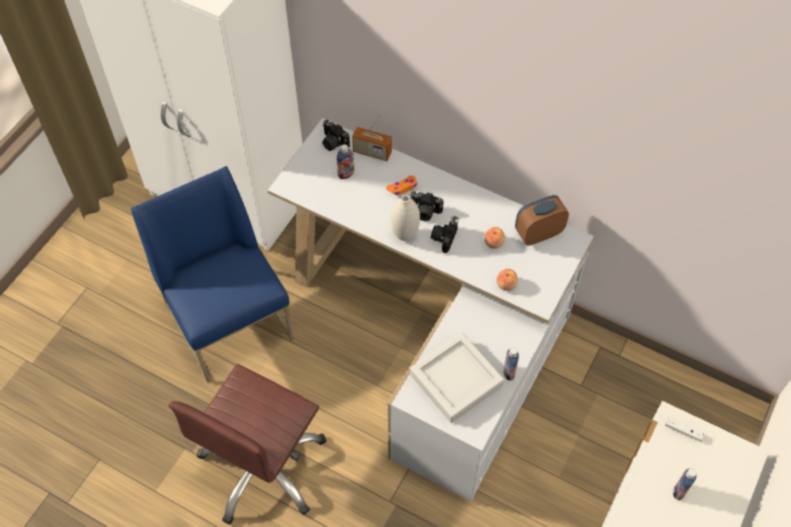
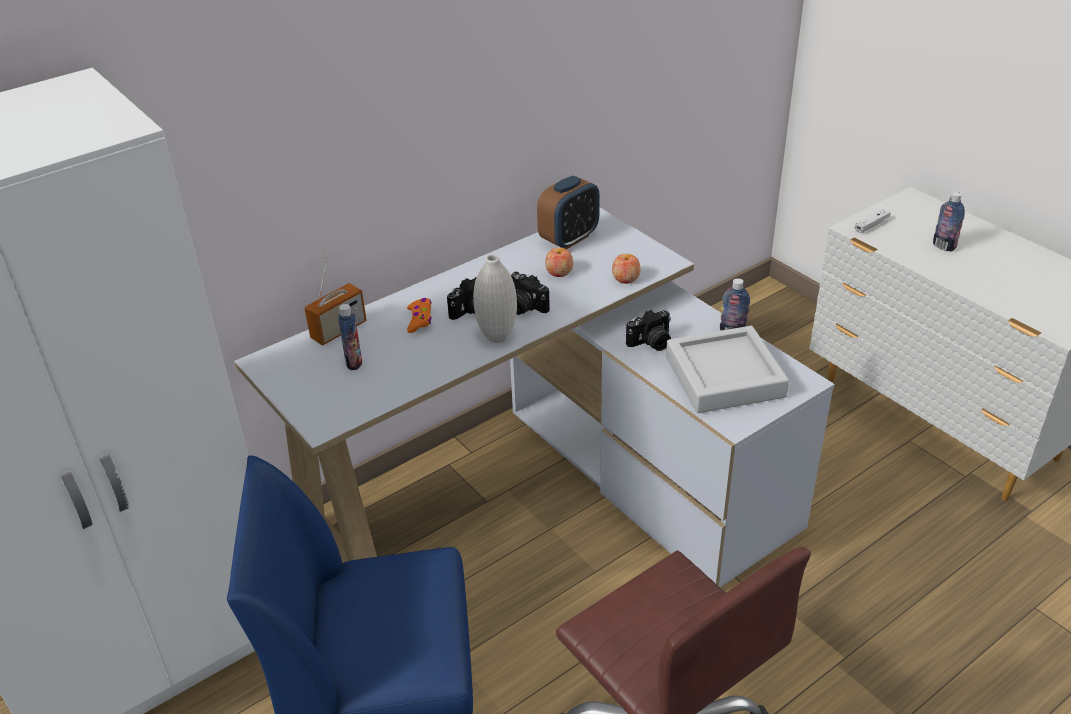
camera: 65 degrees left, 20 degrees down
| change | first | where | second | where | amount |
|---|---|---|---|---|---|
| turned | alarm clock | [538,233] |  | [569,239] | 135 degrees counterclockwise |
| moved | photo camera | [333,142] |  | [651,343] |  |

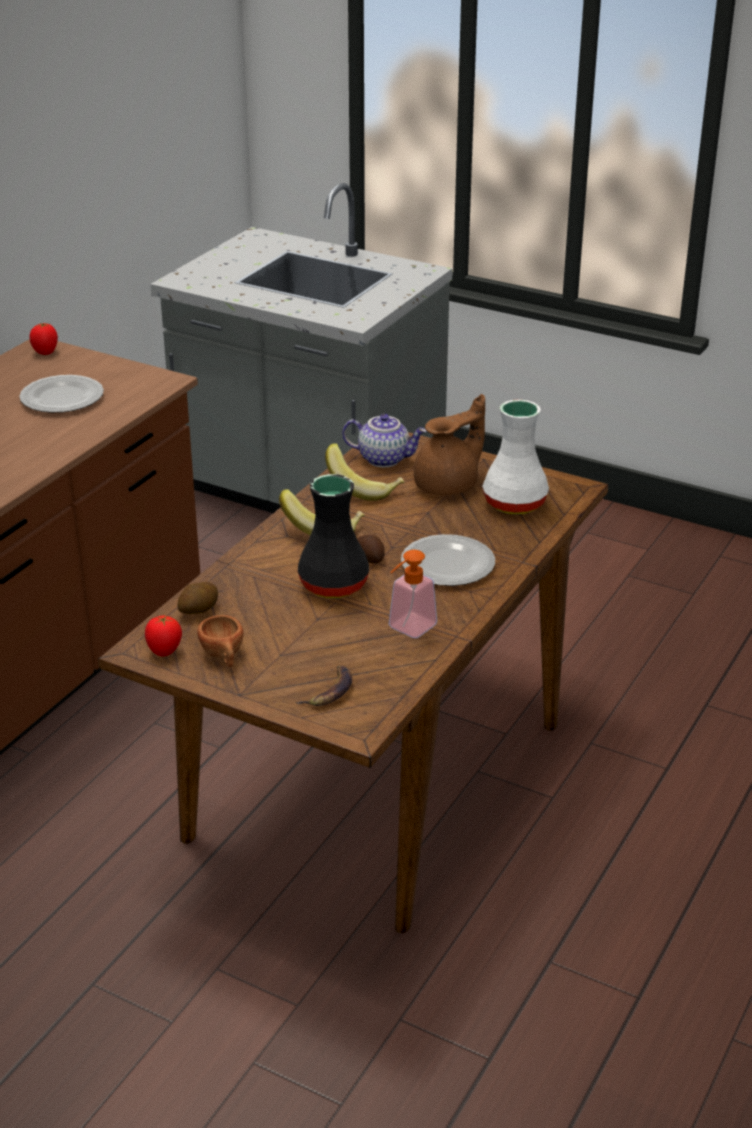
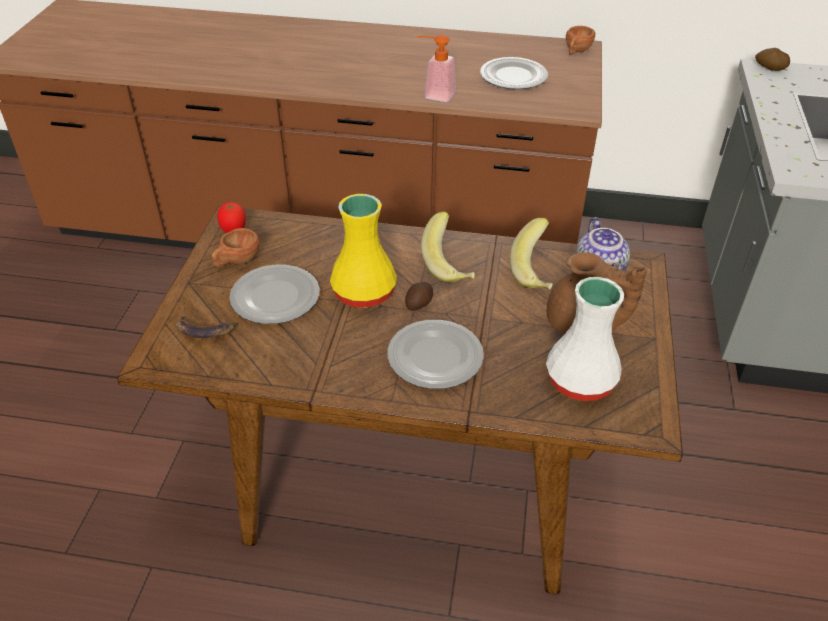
camera: 70 degrees right, 10 degrees up
| change | first | where | second | where | amount |
|---|---|---|---|---|---|
| added |  |  | plate | [276,296] |  |
| recoloured | vase/black | [333,584] | vase/yellow | [365,292] |  |
| moved | soap dispenser | [407,630] |  | [434,94] |  |
| replaced | tomato | [46,353] | cup/brown | [576,51] |  |
| moved | potato | [198,610] |  | [769,68] |  |

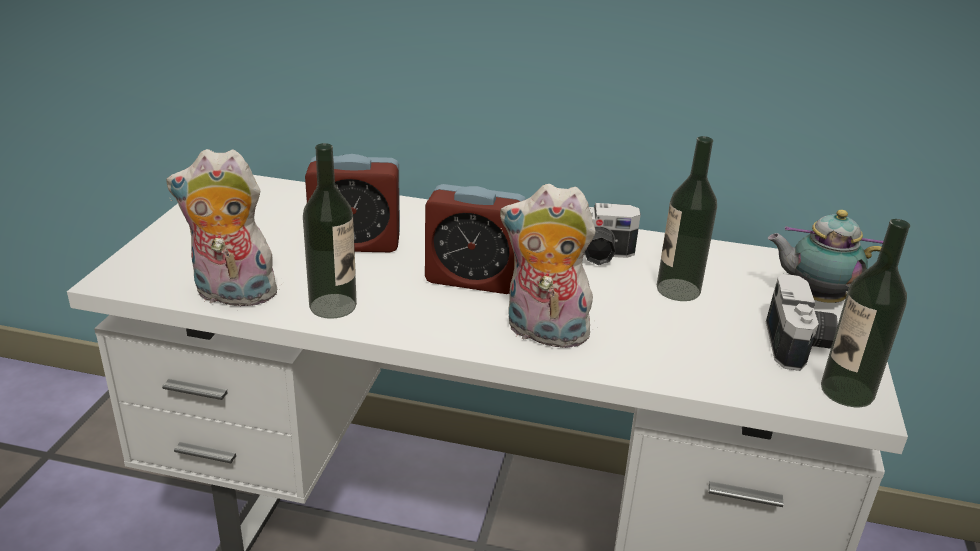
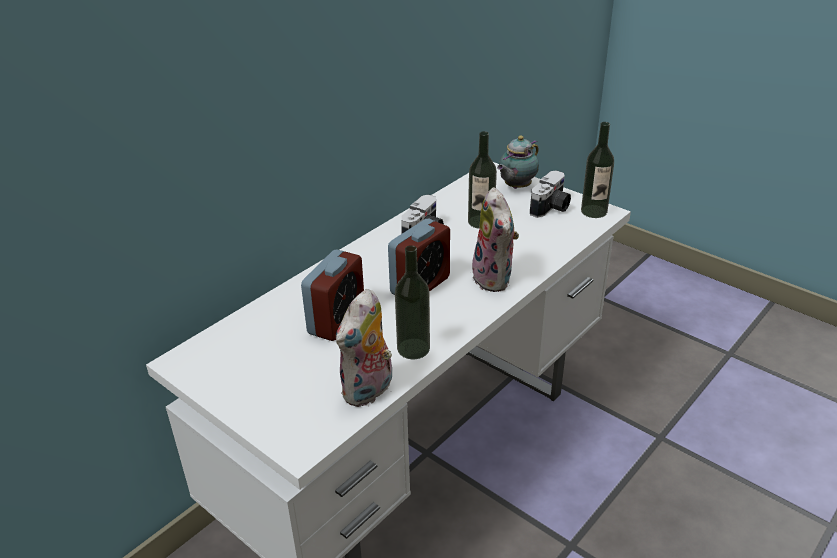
camera: 60 degrees left, 5 degrees up
| change | first | where | second | where | amount |
|---|---|---|---|---|---|
| turned | plush toy | [543,334] |  | [495,279] | 60 degrees counterclockwise |
| turned | photo camera | [798,344] |  | [551,208] | 90 degrees clockwise |

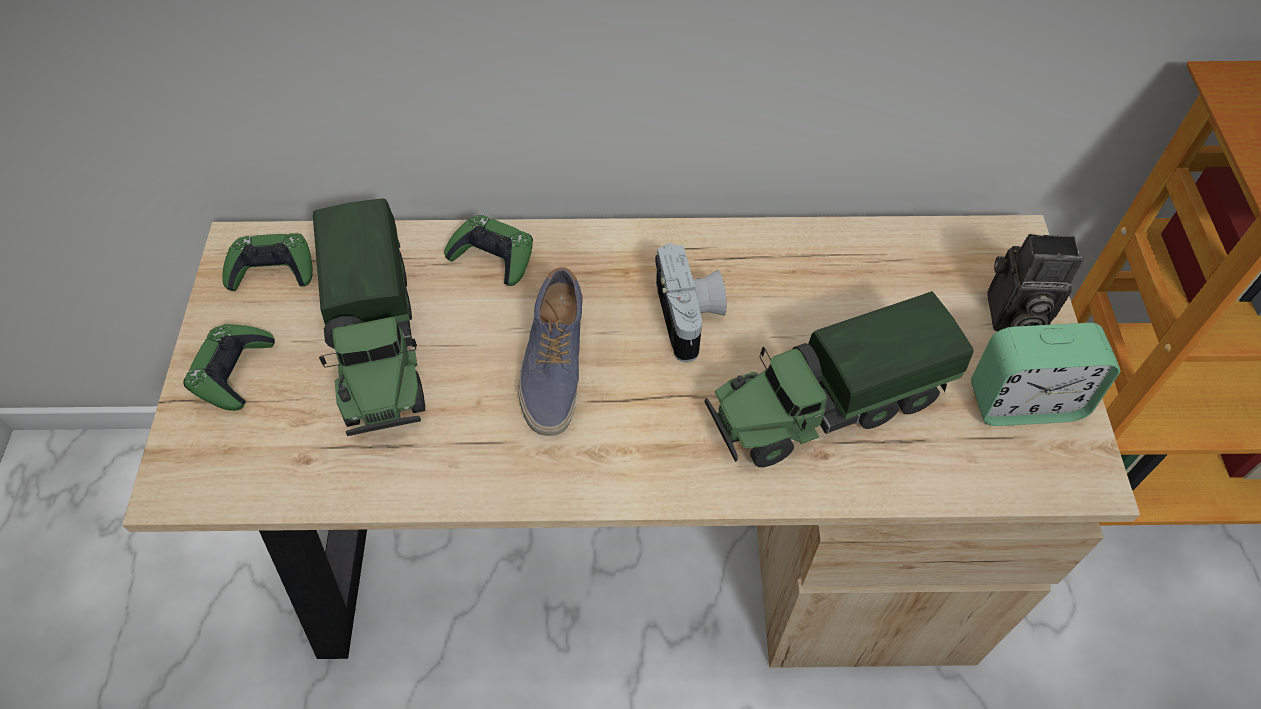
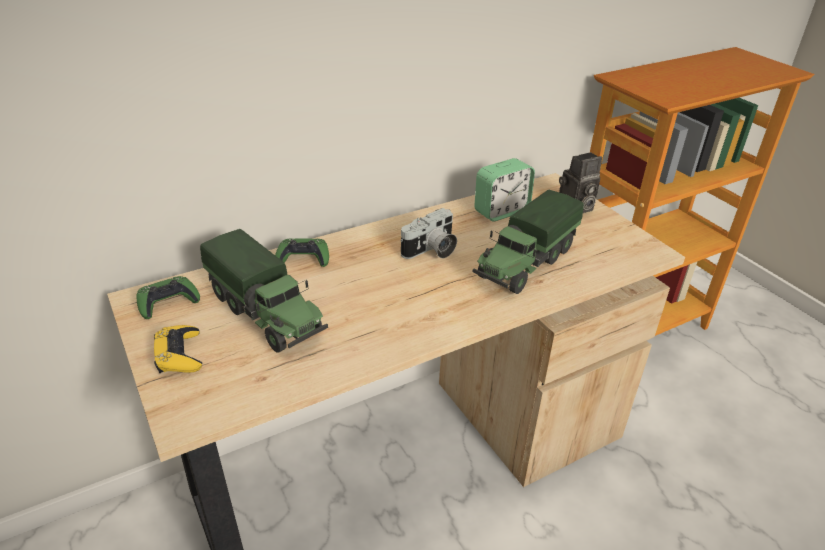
camera: 30 degrees left, 20 degrees down
| change | first | where | second | where | amount |
|---|---|---|---|---|---|
| recoloured | game controller/green | [233,371] | game controller/yellow | [179,355] |  |
| turned | photo camera | [691,317] |  | [431,251] | 90 degrees clockwise |
| moved | alarm clock | [1024,402] |  | [501,211] |  |
| removed | shoe | [553,365] |  |  |  |

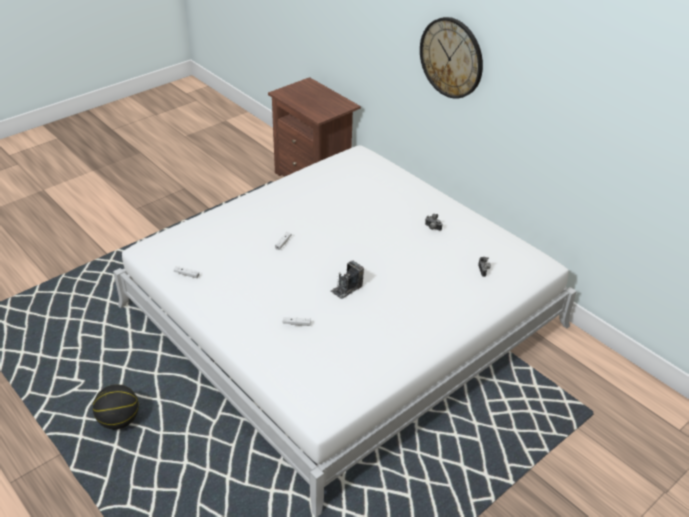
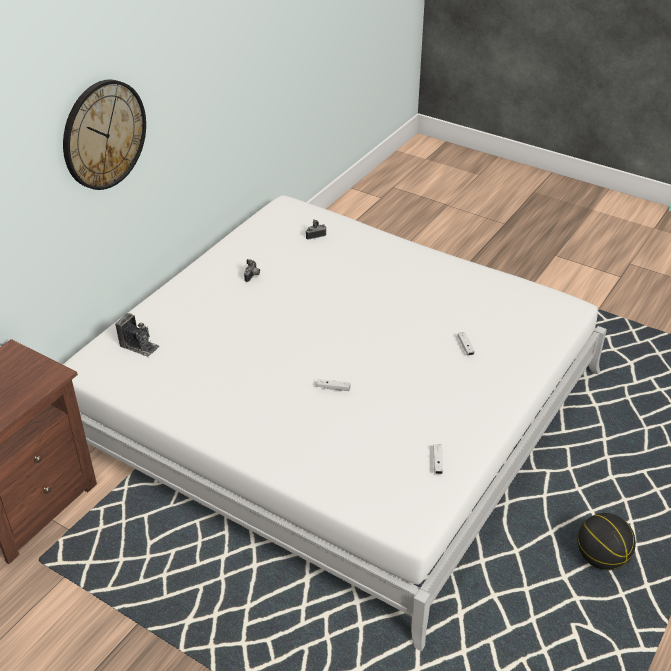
camera: 105 degrees left, 0 degrees up
| change | first | where | second | where | amount |
|---|---|---|---|---|---|
| moved | photo camera | [346,288] |  | [139,346] |  |

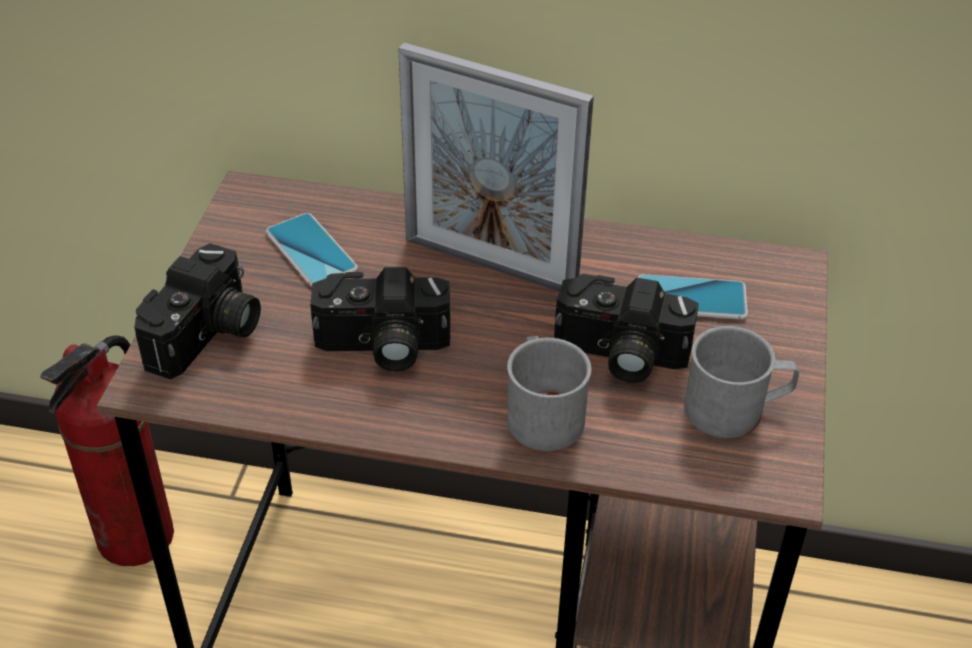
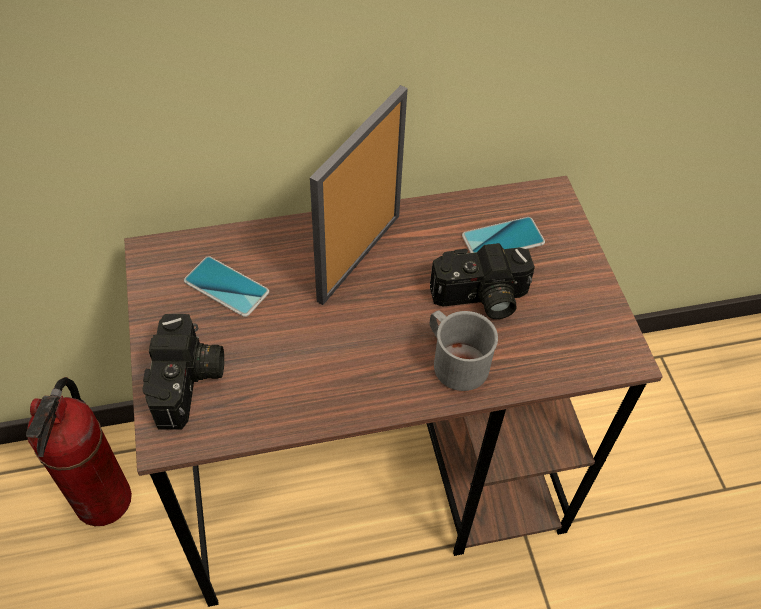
camera: 25 degrees left, 10 degrees up
| change | first | where | second | where | amount |
|---|---|---|---|---|---|
| turned | picture frame | [490,265] |  | [359,257] | 120 degrees clockwise |
| removed | photo camera | [382,347] |  |  |  |
| removed | mug/grey | [736,409] |  |  |  |

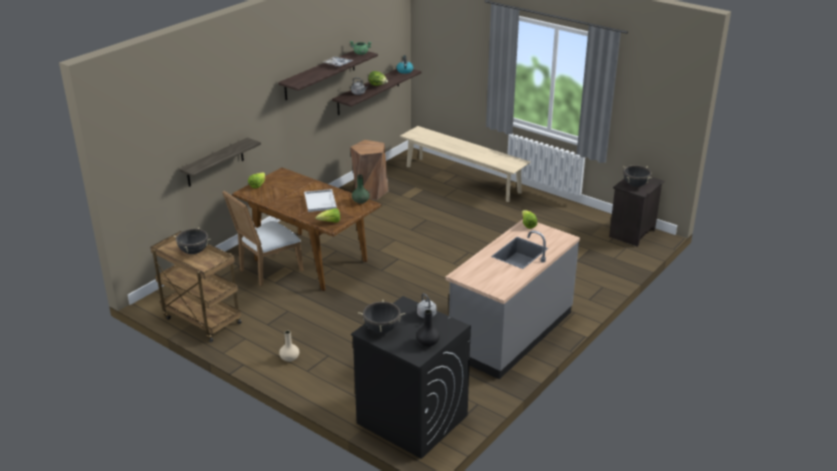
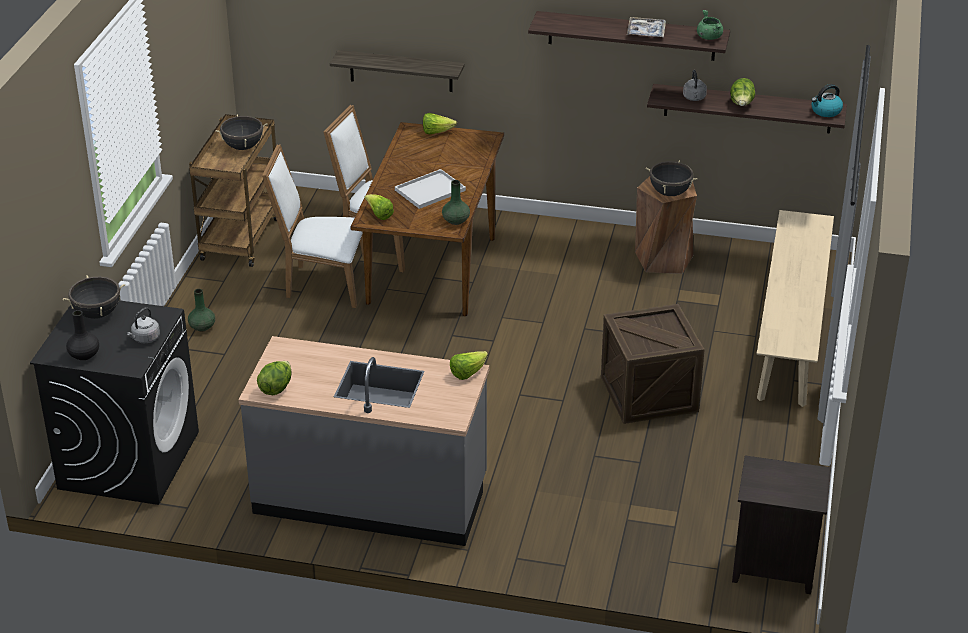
camera: 65 degrees right, 5 degrees up
| change | first | where | second | where | amount |
|---|---|---|---|---|---|
| recoloured | vase/beige | [289,358] | vase/green | [202,326] |  |
| added |  |  | lettuce | [276,388] |  |
| added |  |  | chair/white | [322,283] |  |
| added |  |  | crate | [649,394] |  |
| moved | cooking pot/black | [635,185] |  | [670,193] |  |

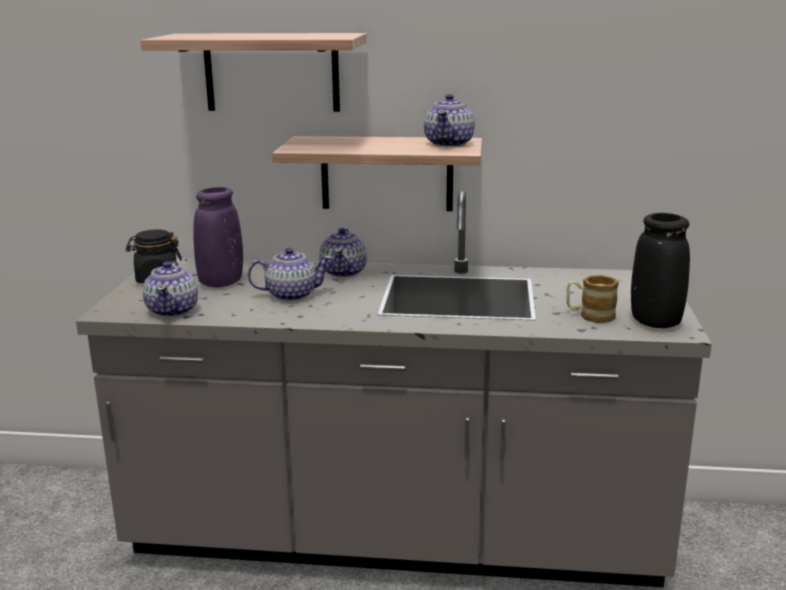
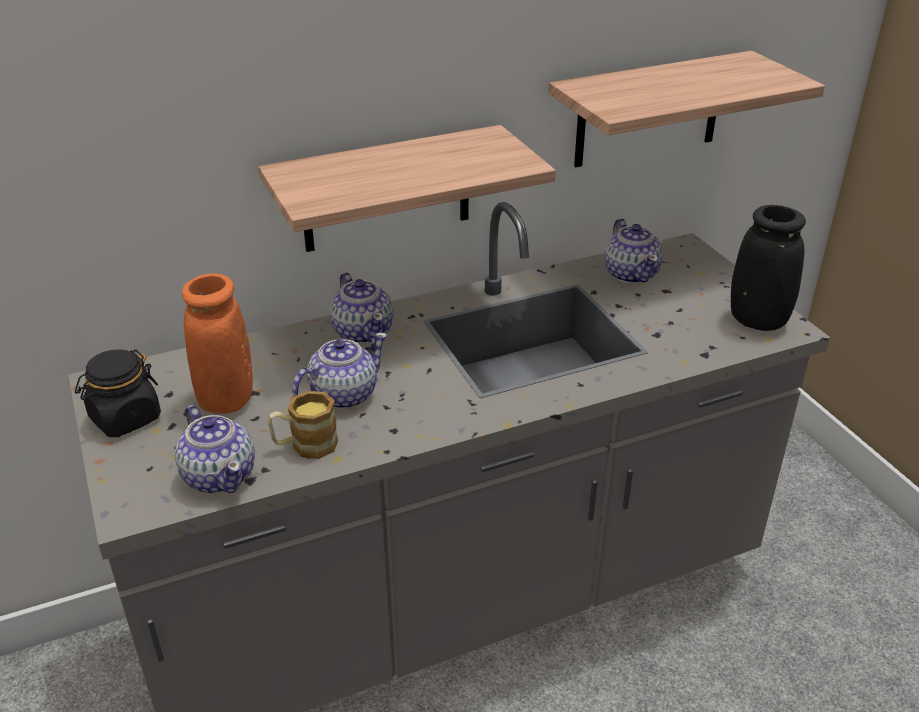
camera: 30 degrees left, 15 degrees up
| change | first | where | second | where | amount |
|---|---|---|---|---|---|
| recoloured | vase/purple | [221,283] | vase/orange | [226,399] |  |
| moved | mug | [590,315] |  | [305,445] |  |
| moved | shelf | [271,72] |  | [649,110] |  |
| moved | teapot | [449,144] |  | [631,274] |  |

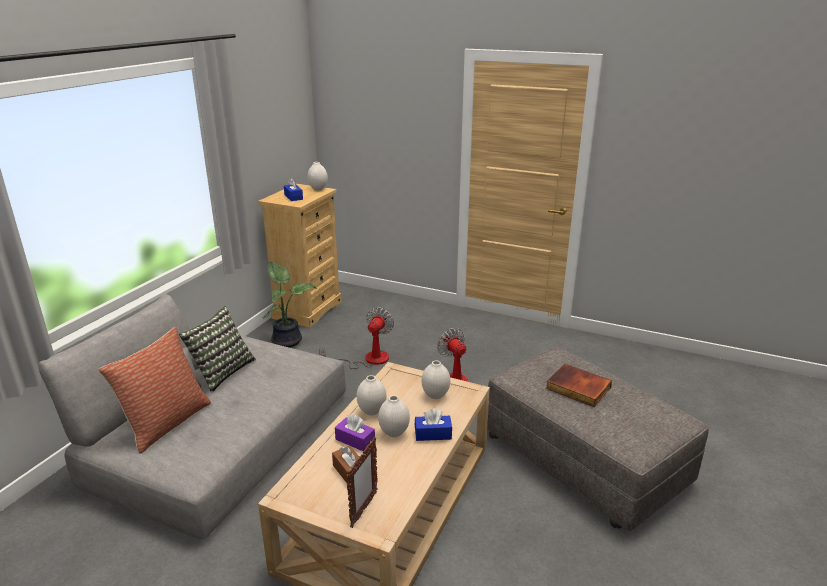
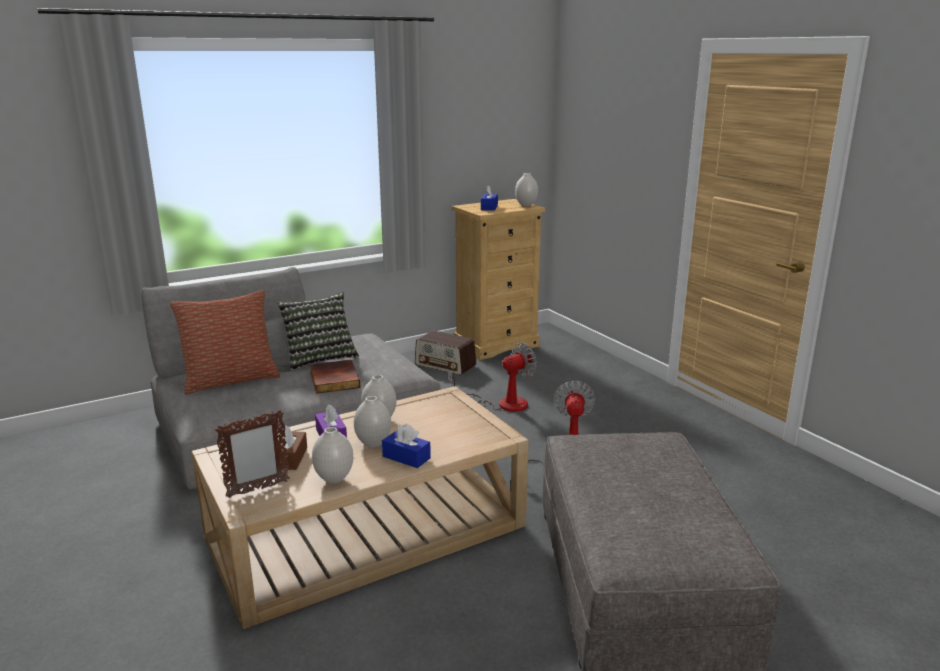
camera: 35 degrees right, 5 degrees down
| change | first | where | second | where | amount |
|---|---|---|---|---|---|
| moved | book | [577,388] |  | [333,380] |  |
| moved | vase/white | [435,395] |  | [334,478] |  |
| replaced | potted plant | [288,340] | radio | [445,365] |  |

